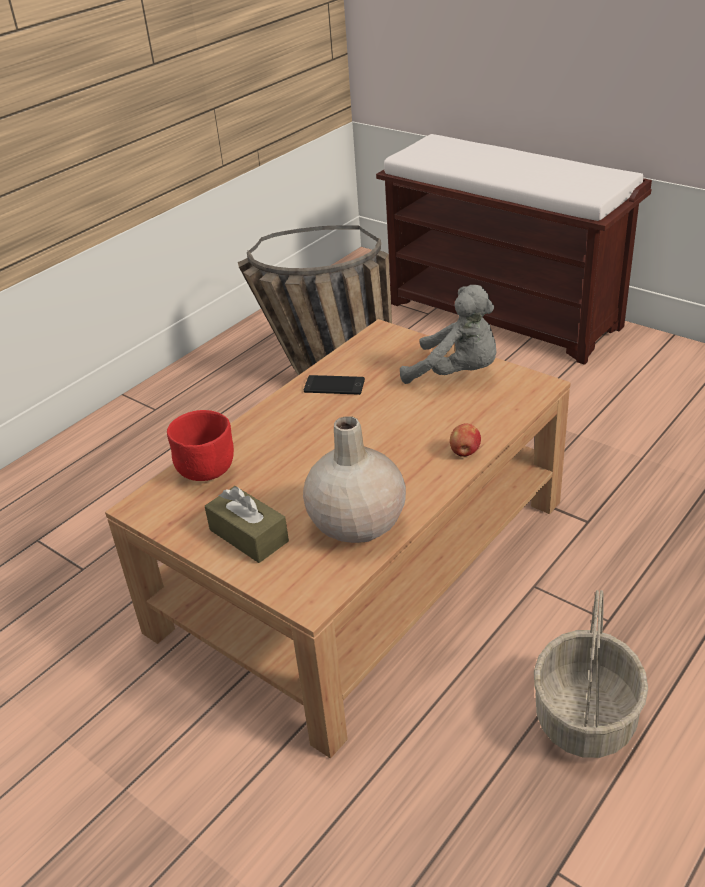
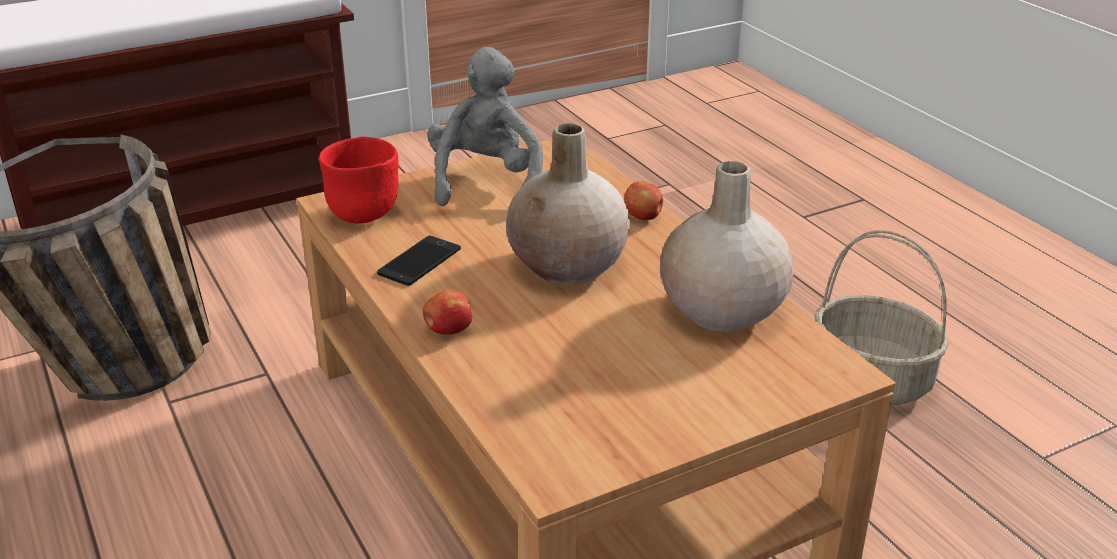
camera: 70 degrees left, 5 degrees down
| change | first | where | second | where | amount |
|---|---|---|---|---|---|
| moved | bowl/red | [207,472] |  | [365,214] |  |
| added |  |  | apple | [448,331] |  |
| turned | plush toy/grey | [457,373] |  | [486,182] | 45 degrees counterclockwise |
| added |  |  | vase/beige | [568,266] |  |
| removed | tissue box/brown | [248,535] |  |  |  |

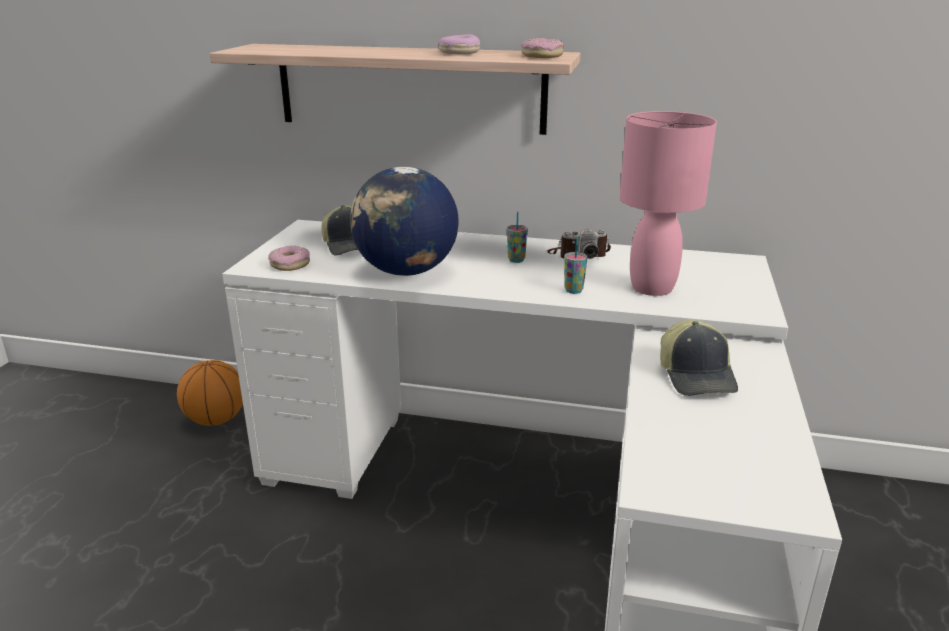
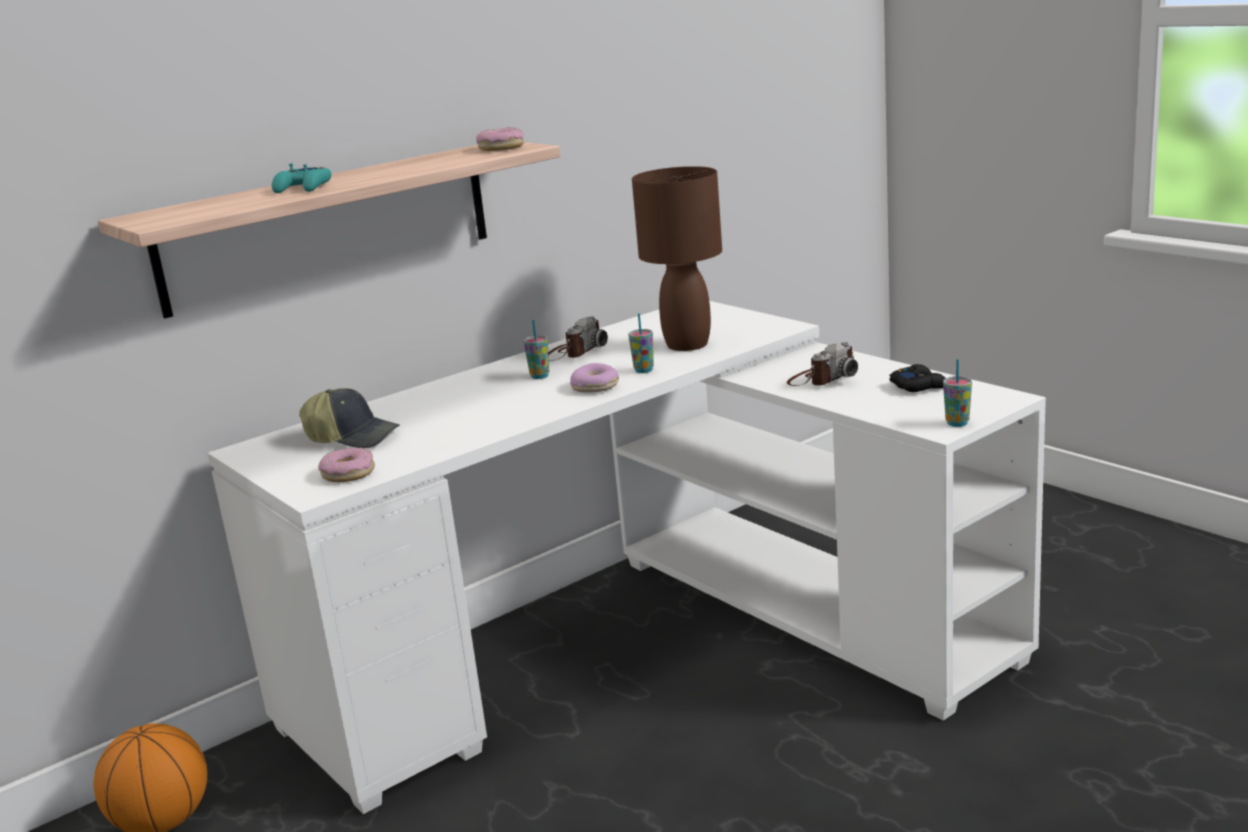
camera: 50 degrees left, 5 degrees down
| change | first | where | second | where | amount |
|---|---|---|---|---|---|
| added |  |  | game controller/turquoise | [304,188] |  |
| moved | donut | [459,53] |  | [595,387] |  |
| recoloured | table lamp/pink | [652,288] | table lamp/brown | [688,345] |  |
| replaced | cap | [697,376] | photo camera | [822,378] |  |
| added |  |  | game controller/black | [919,386] |  |
| added |  |  | cup | [957,423] |  |
| removed | globe | [406,272] |  |  |  |

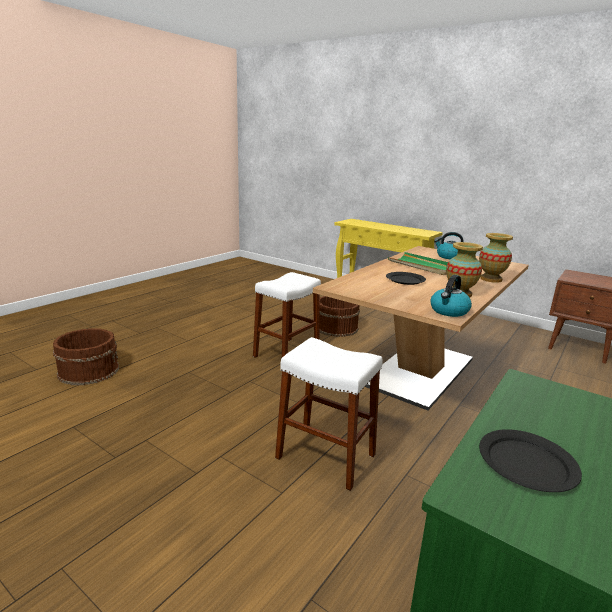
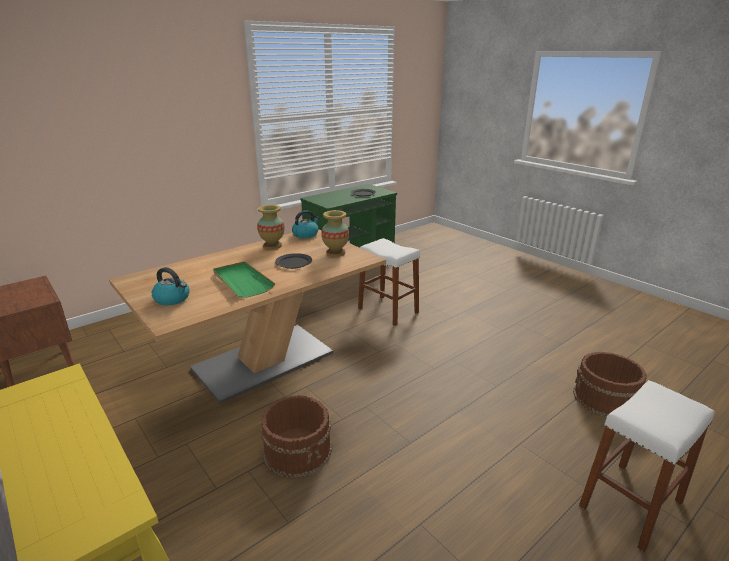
camera: 165 degrees left, 5 degrees up
| change | first | where | second | where | amount |
|---|---|---|---|---|---|
| moved | vase | [491,279] |  | [335,253] |  |
| moved | stool/white | [286,353] |  | [631,504] |  |

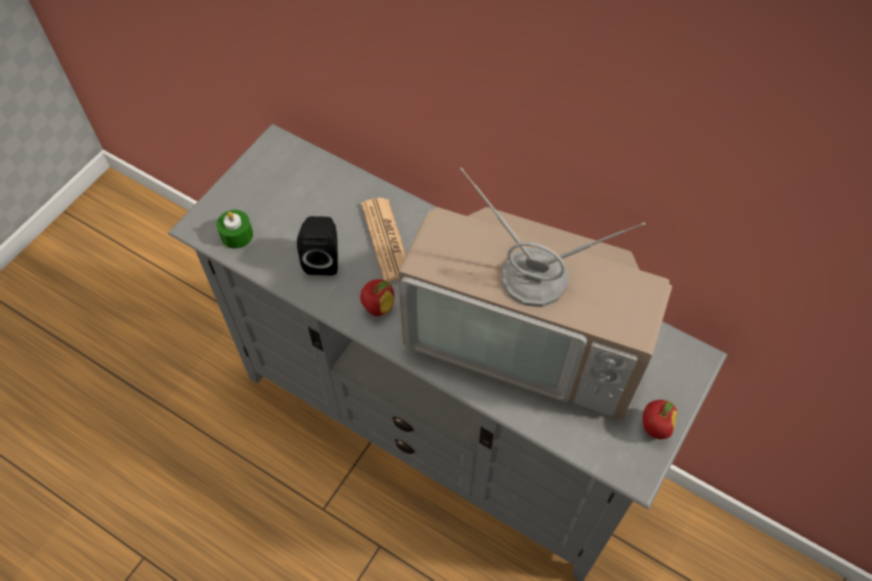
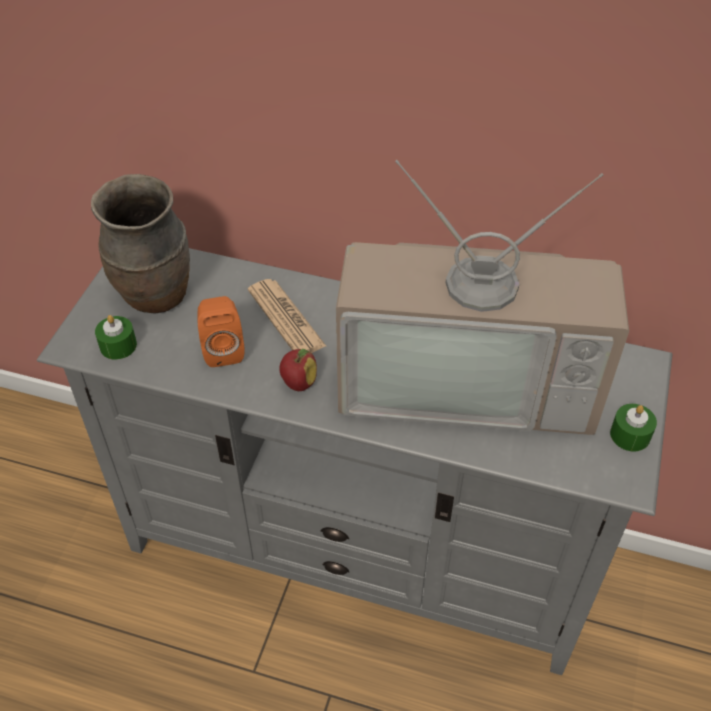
camera: 15 degrees left, 10 degrees down
| change | first | where | second | where | amount |
|---|---|---|---|---|---|
| added |  |  | vase/brown | [156,296] |  |
| recoloured | speaker/black | [323,259] | speaker/orange | [223,349] |  |
| replaced | apple | [654,427] | candle/green | [630,435] |  |

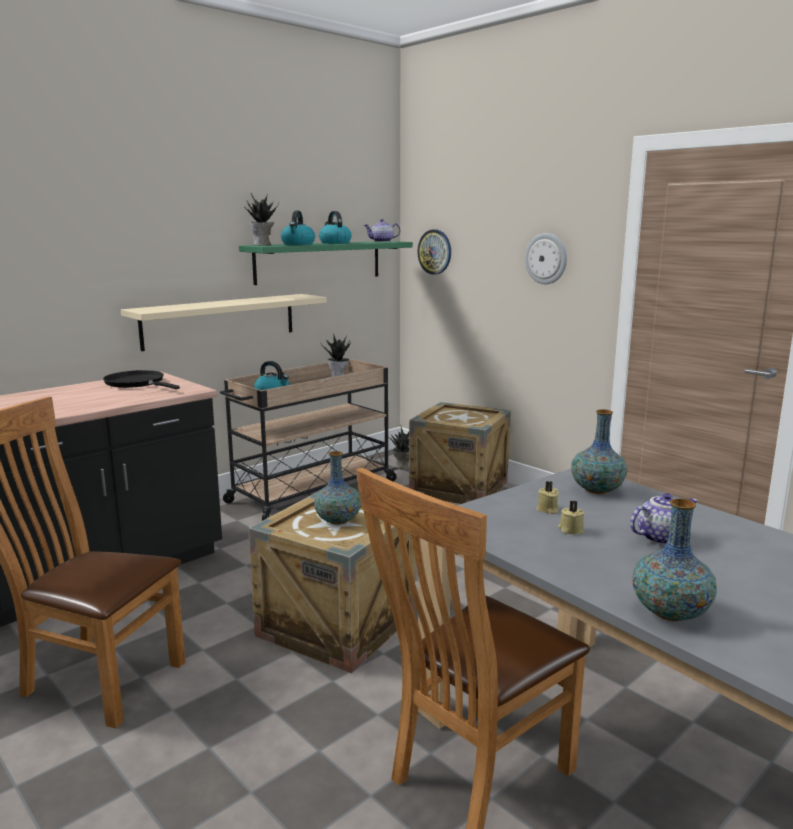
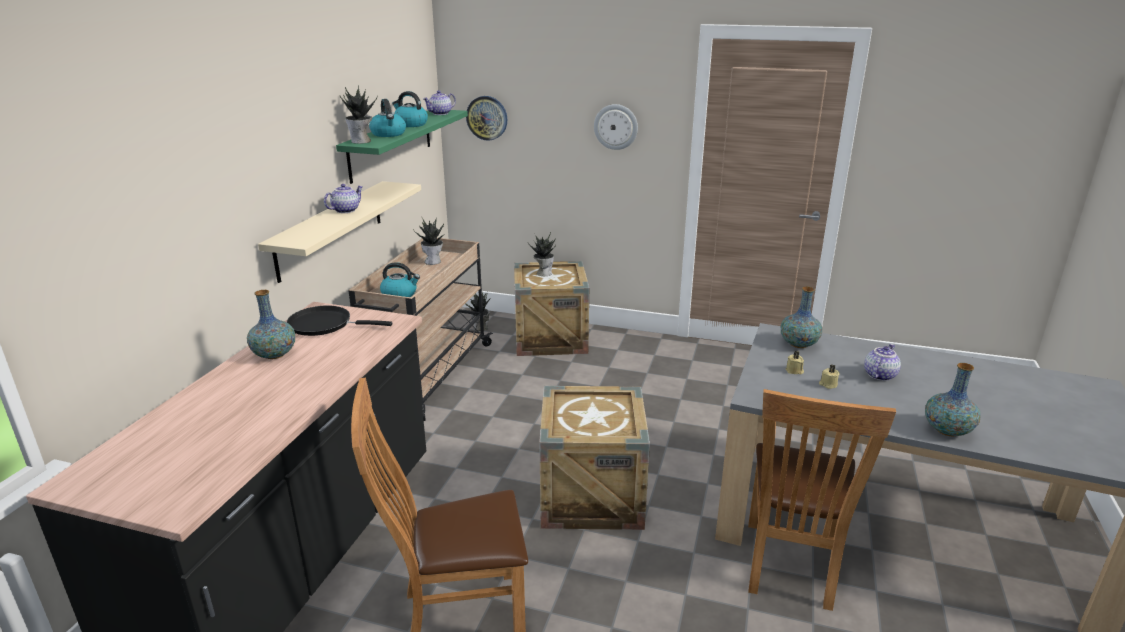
camera: 30 degrees left, 10 degrees up
| change | first | where | second | where | amount |
|---|---|---|---|---|---|
| moved | vase | [338,520] |  | [274,354] |  |
| added |  |  | teapot | [345,210] |  |
| added |  |  | potted plant | [543,273] |  |

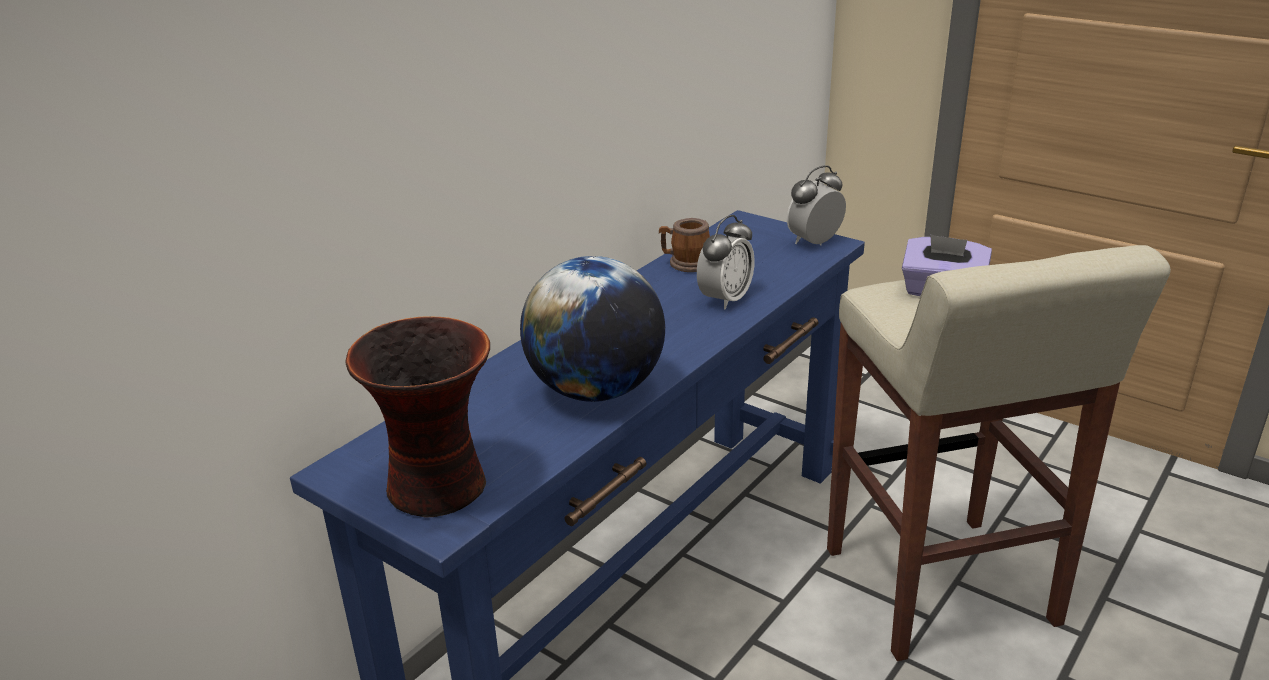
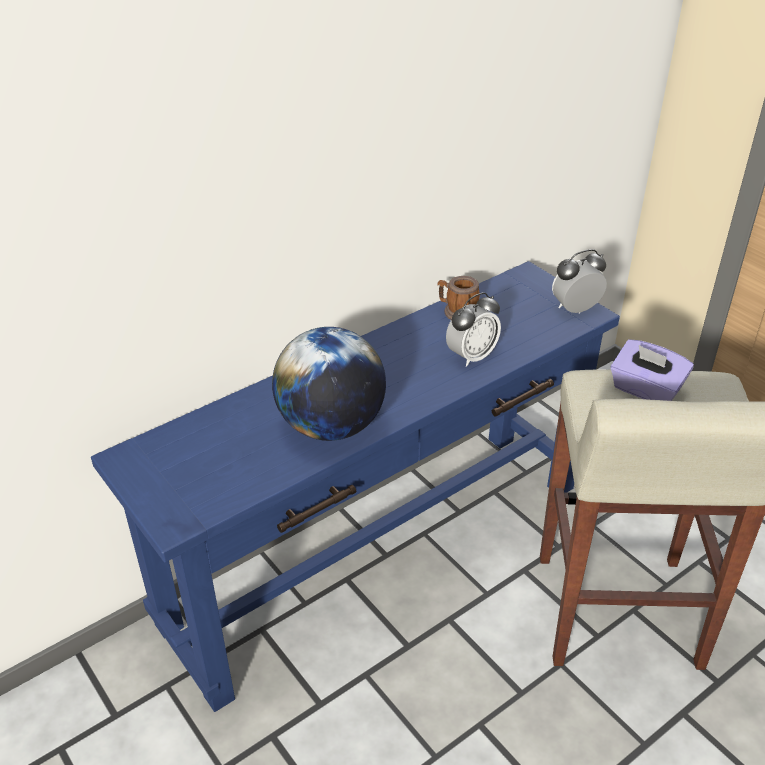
camera: 15 degrees right, 10 degrees up
| change | first | where | second | where | amount |
|---|---|---|---|---|---|
| removed | vase | [440,488] |  |  |  |

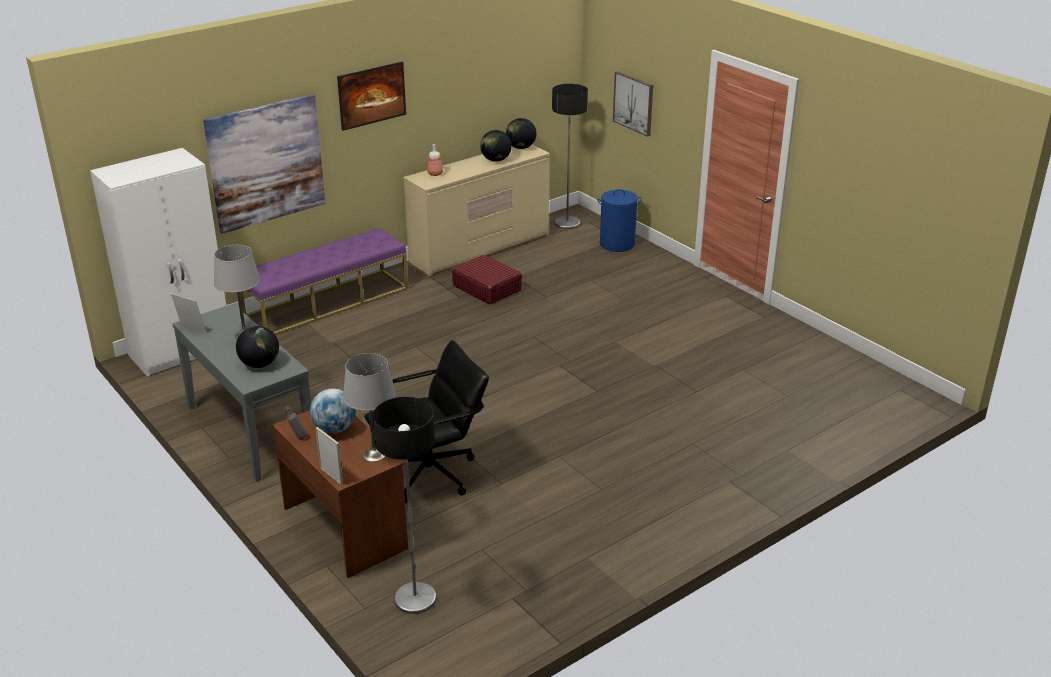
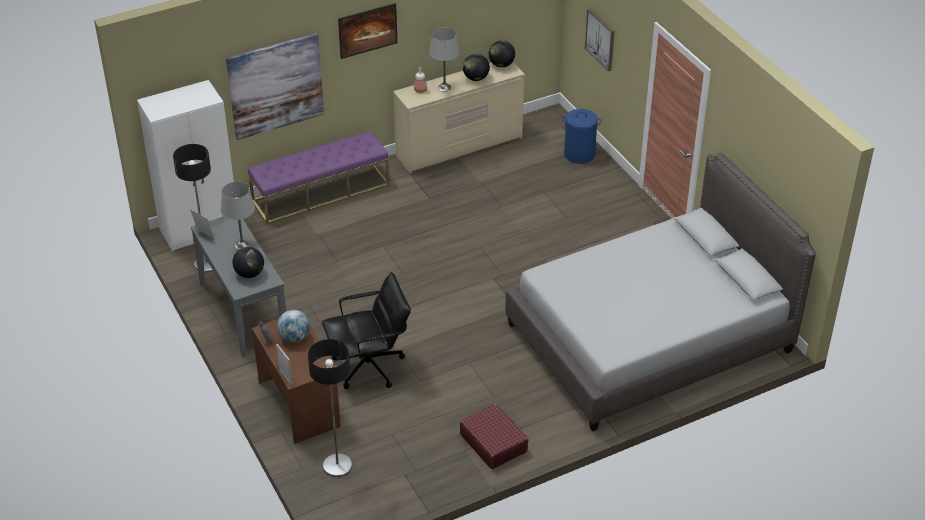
camera: 10 degrees right, 10 degrees up
| change | first | where | second | where | amount |
|---|---|---|---|---|---|
| moved | floor lamp | [567,223] |  | [207,264] |  |
| moved | table lamp/grey | [374,455] |  | [444,87] |  |
| moved | suitcase/red | [487,288] |  | [493,443] |  |
| added |  |  | bed/grey | [649,338] |  |

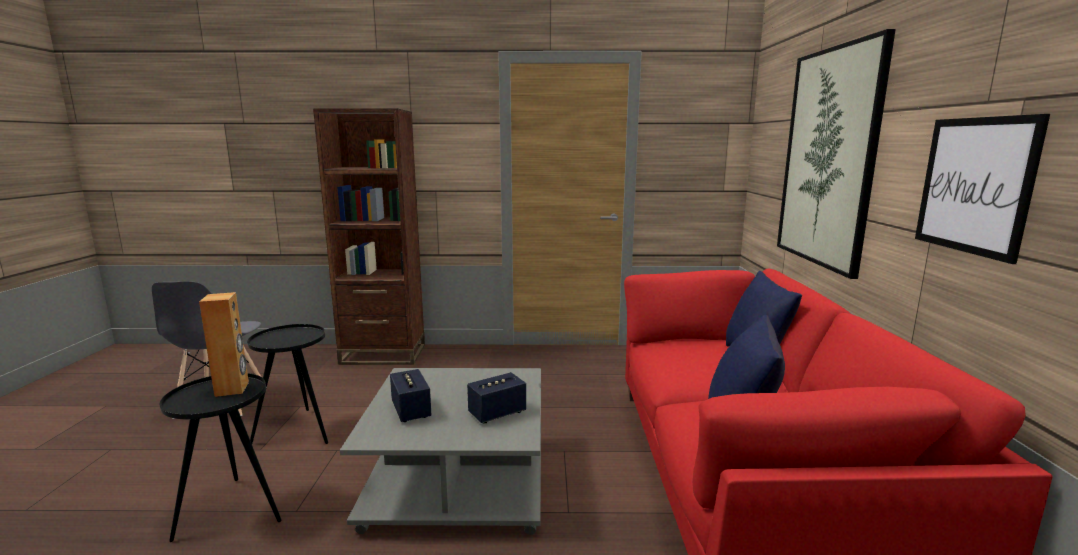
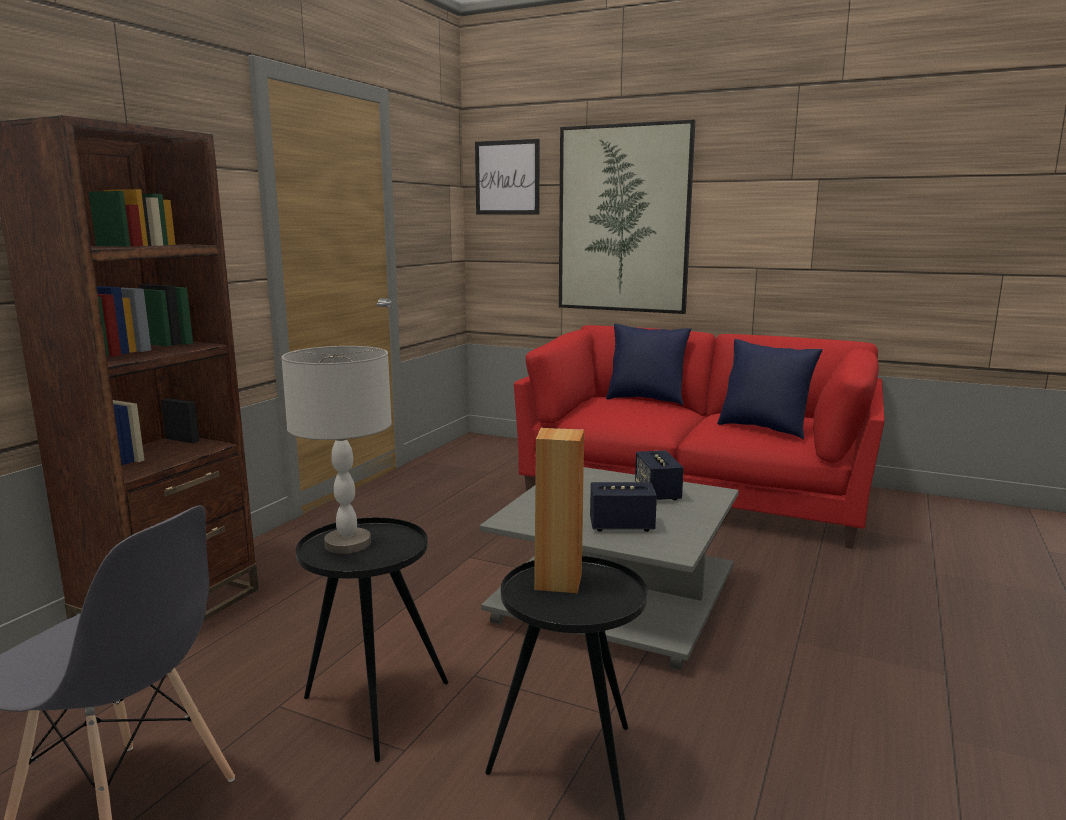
camera: 65 degrees left, 0 degrees up
| change | first | where | second | where | amount |
|---|---|---|---|---|---|
| added |  |  | table lamp/grey | [348,544] |  |
| moved | picture | [974,185] |  | [507,177] |  |

